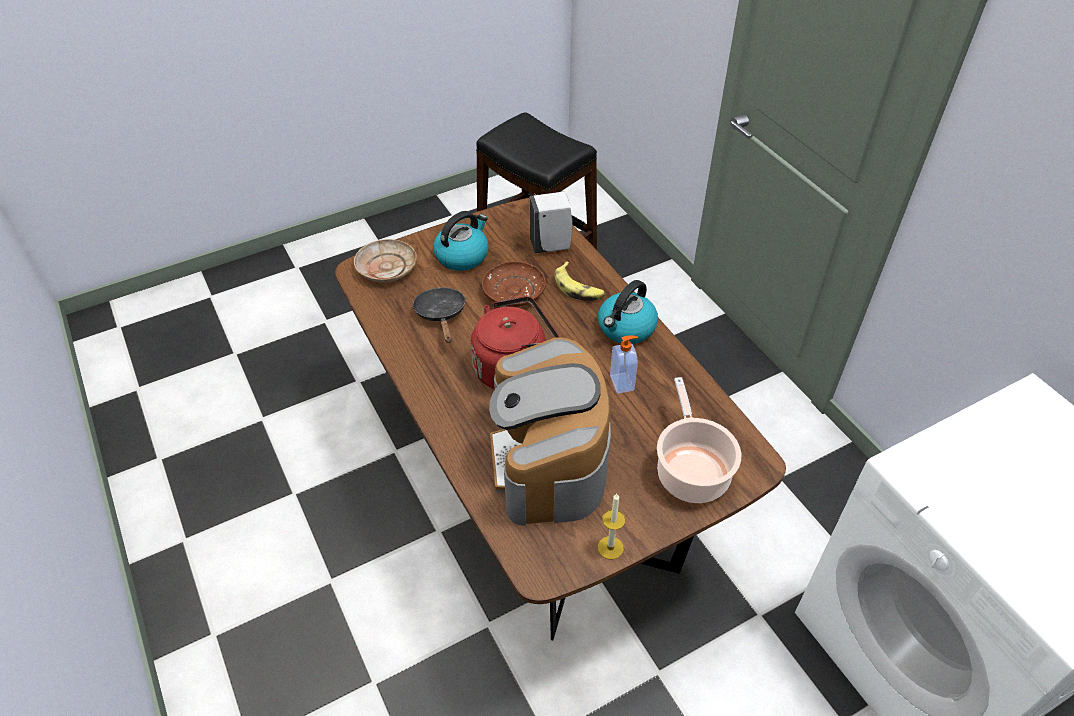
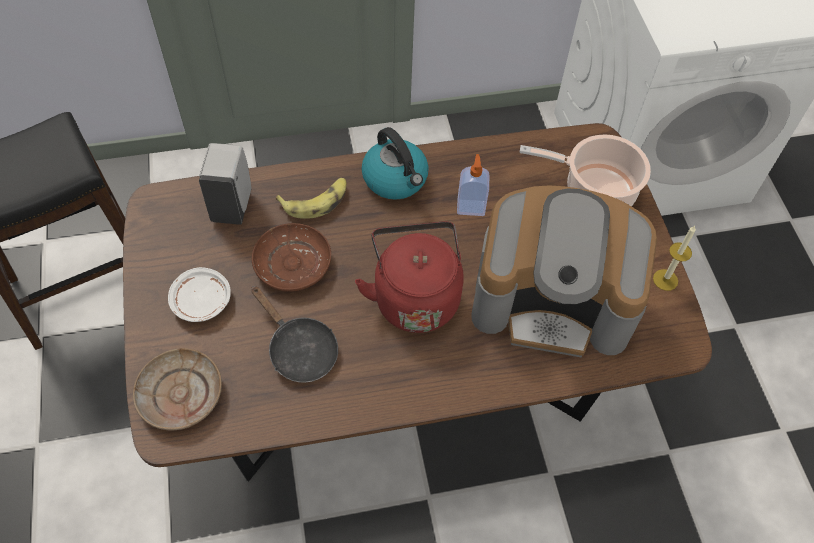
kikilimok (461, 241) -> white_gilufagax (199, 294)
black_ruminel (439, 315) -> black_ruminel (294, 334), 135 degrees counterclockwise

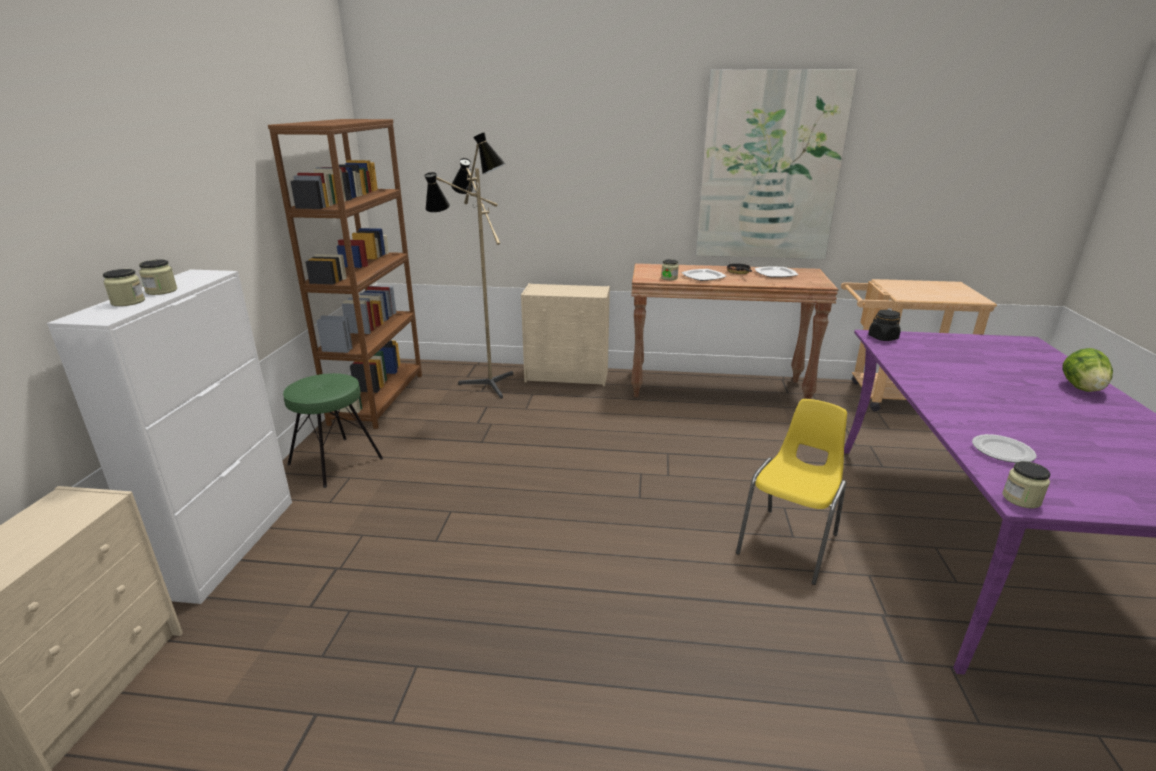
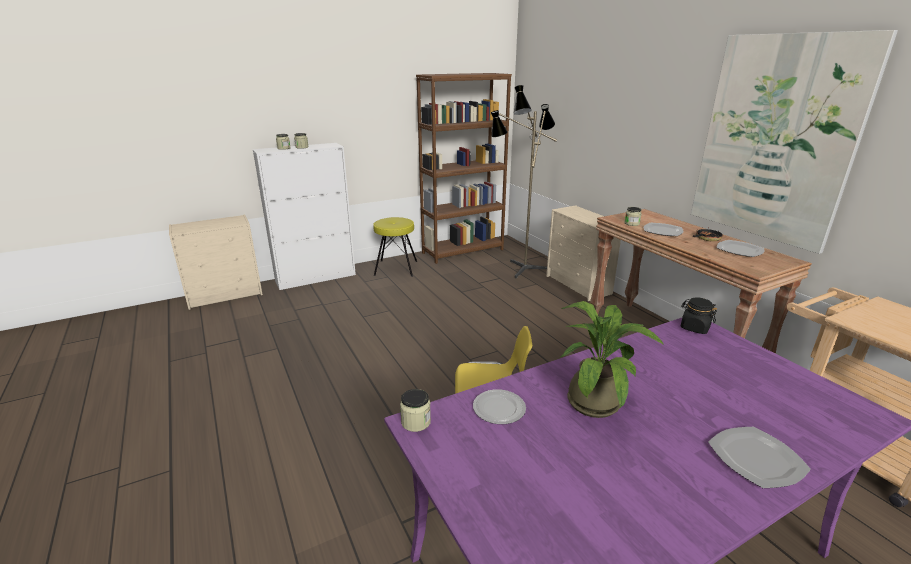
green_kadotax (333, 430) -> yellow_kadotax (395, 247)
none -> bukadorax (612, 359)
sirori (1087, 370) -> gilufagax (759, 457)

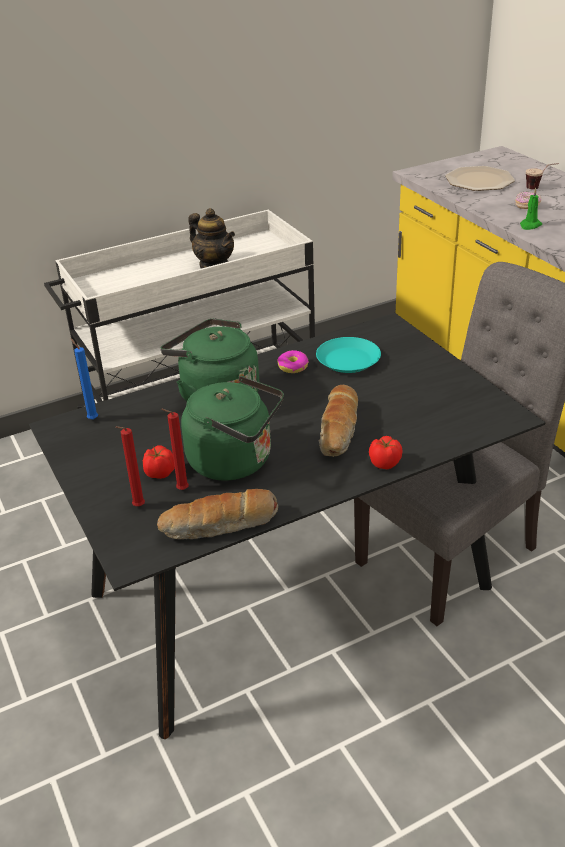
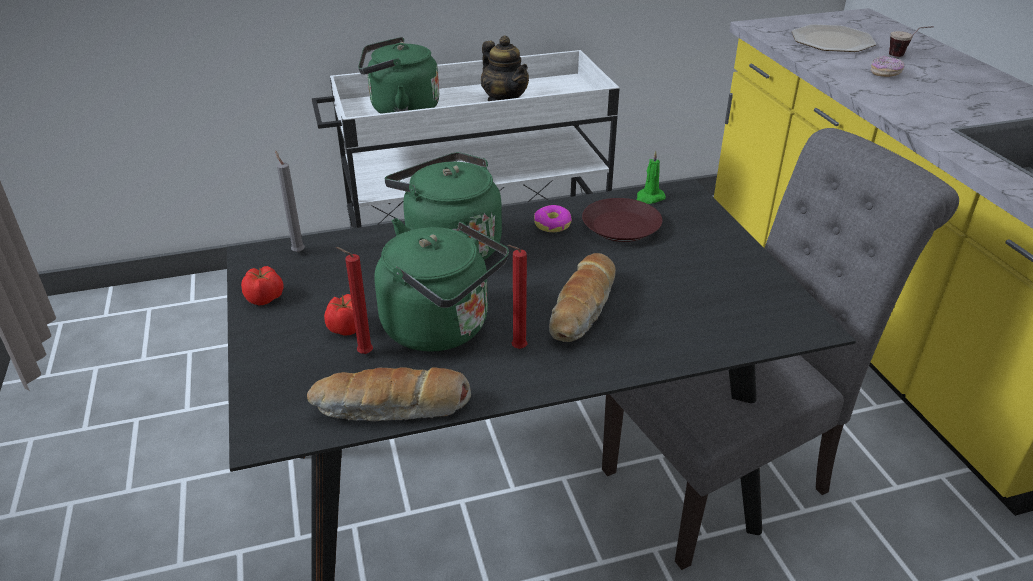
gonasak (385, 452) -> gonasak (262, 285), move
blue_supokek (84, 379) -> grey_supokek (290, 201)
none -> green_kikilimok (398, 75)
red_supokek (130, 466) -> red_supokek (517, 297), move
turquoise_gilufagax (348, 355) -> brown_gilufagax (622, 220)
green_supokek (531, 209) -> green_supokek (651, 177), move

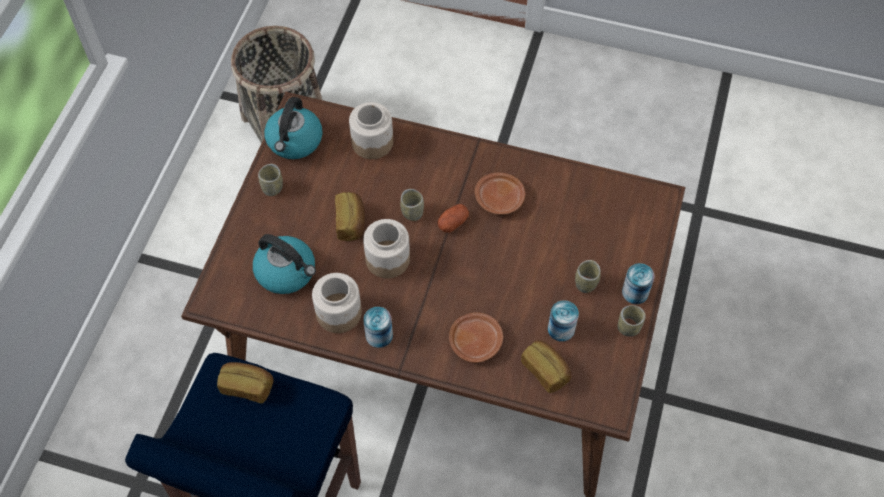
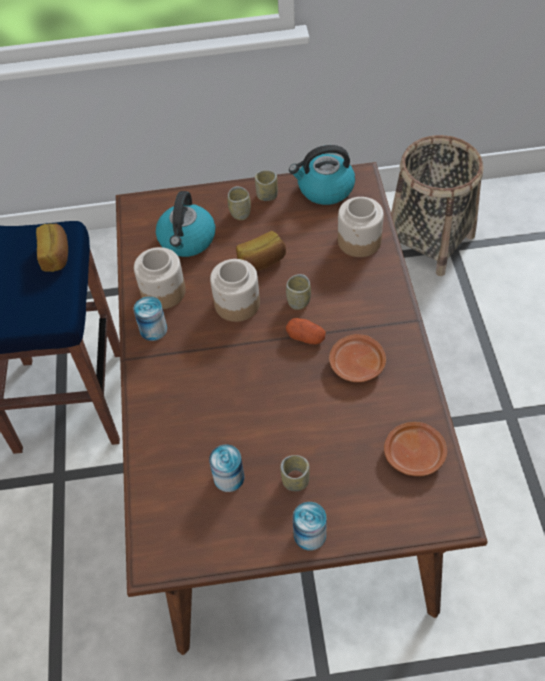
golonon (632, 320) -> golonon (239, 203), move
brown_gilufagax (476, 337) -> brown_gilufagax (415, 449), move
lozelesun (546, 366) -> none

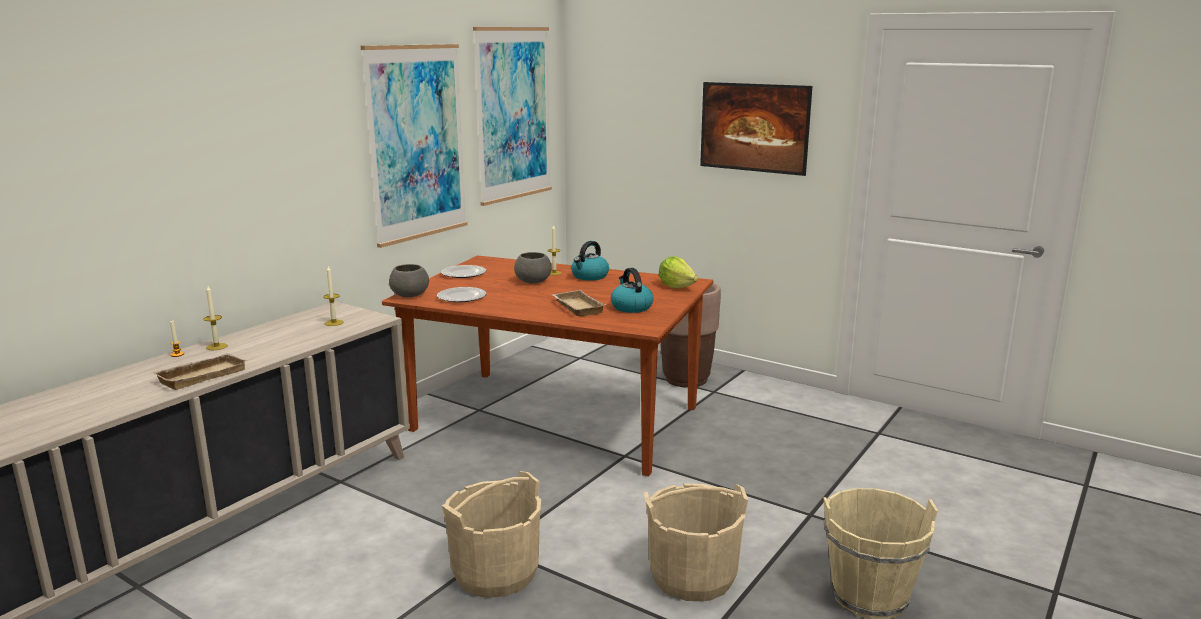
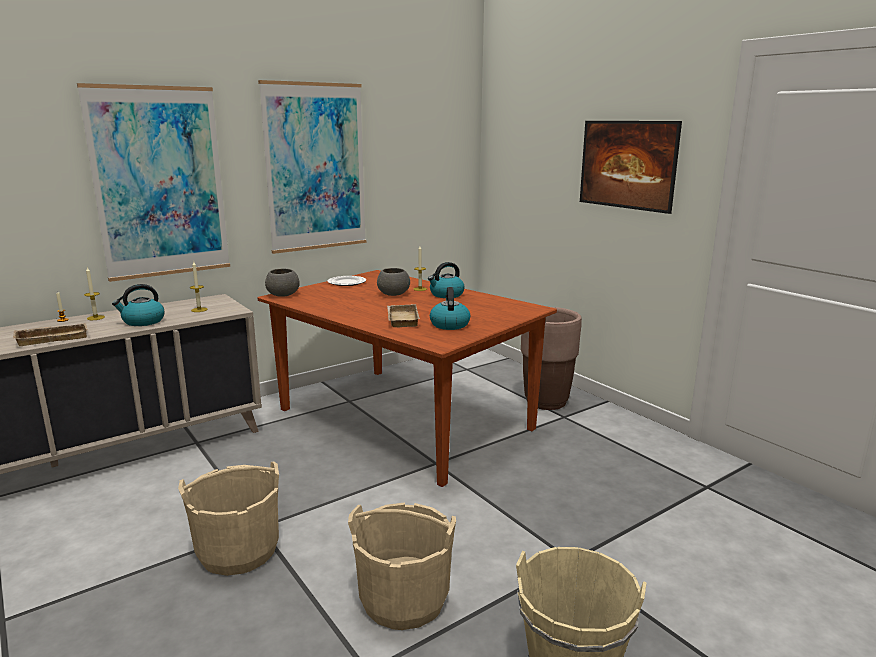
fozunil (512, 116) -> fozunil (153, 182), move
none -> kikilimok (138, 305)
gilufagax (461, 294) -> none
sirori (678, 273) -> none

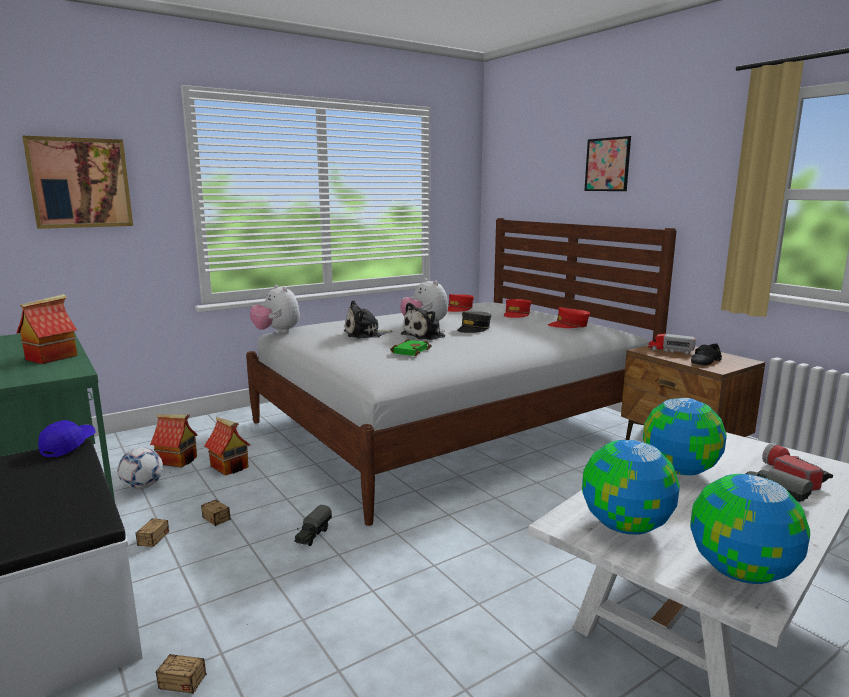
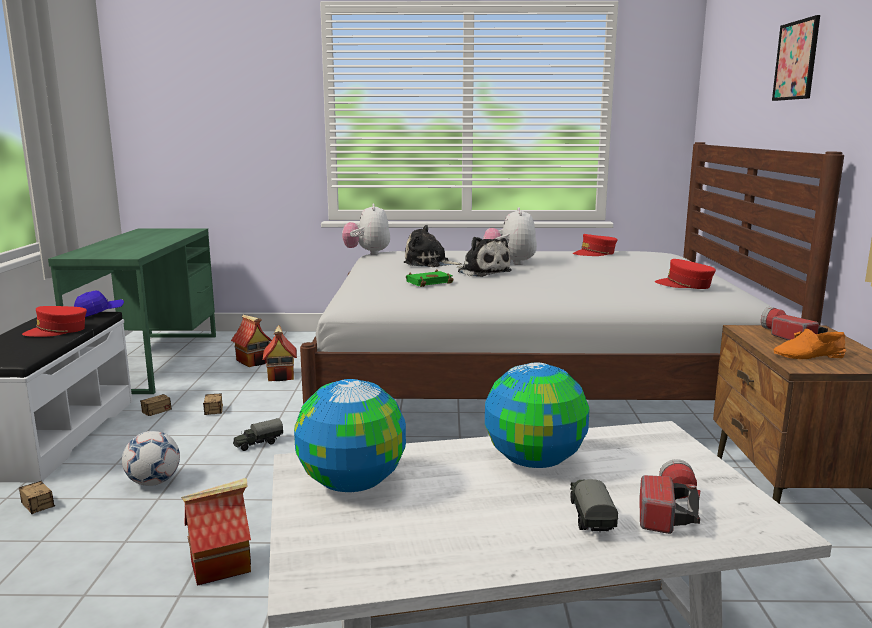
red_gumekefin (517, 308) -> red_gumekefin (54, 321), move
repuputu (140, 468) -> repuputu (151, 458), move
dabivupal (47, 329) -> dabivupal (216, 532), move
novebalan (423, 321) -> novebalan (484, 257), 120 degrees counterclockwise
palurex (672, 344) -> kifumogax (794, 323)
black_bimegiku (706, 354) -> orange_bimegiku (810, 344)
fozunil (77, 182) -> none
grey_gumekefin (474, 322) -> none
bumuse (750, 529) -> none

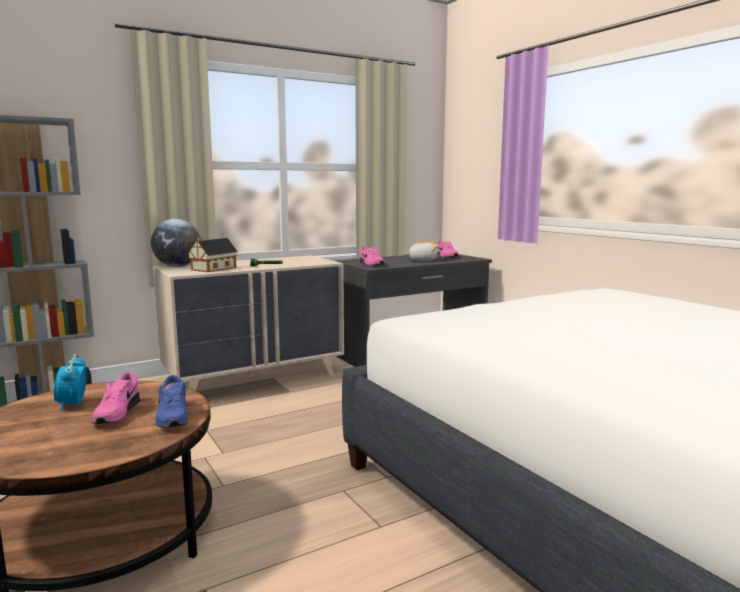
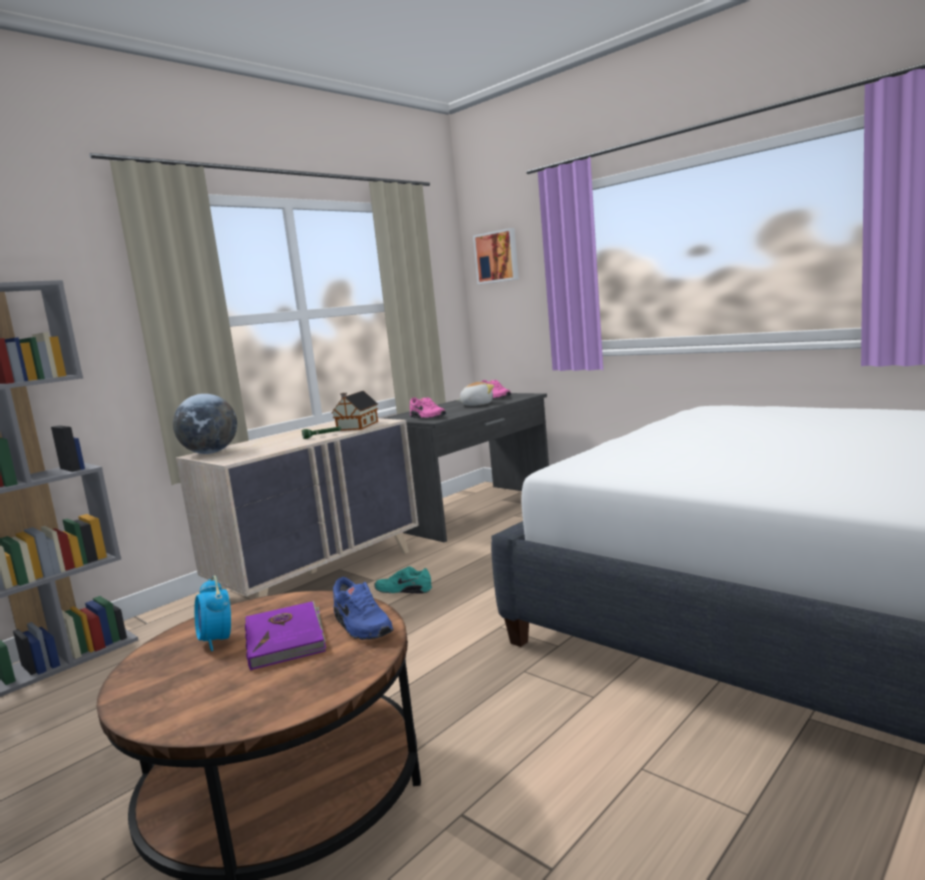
pink_bimegiku (115, 398) -> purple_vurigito (285, 635)
dabivupal (213, 254) -> dabivupal (355, 411), move
none -> turquoise_bimegiku (403, 579)
none -> fozunil (496, 256)

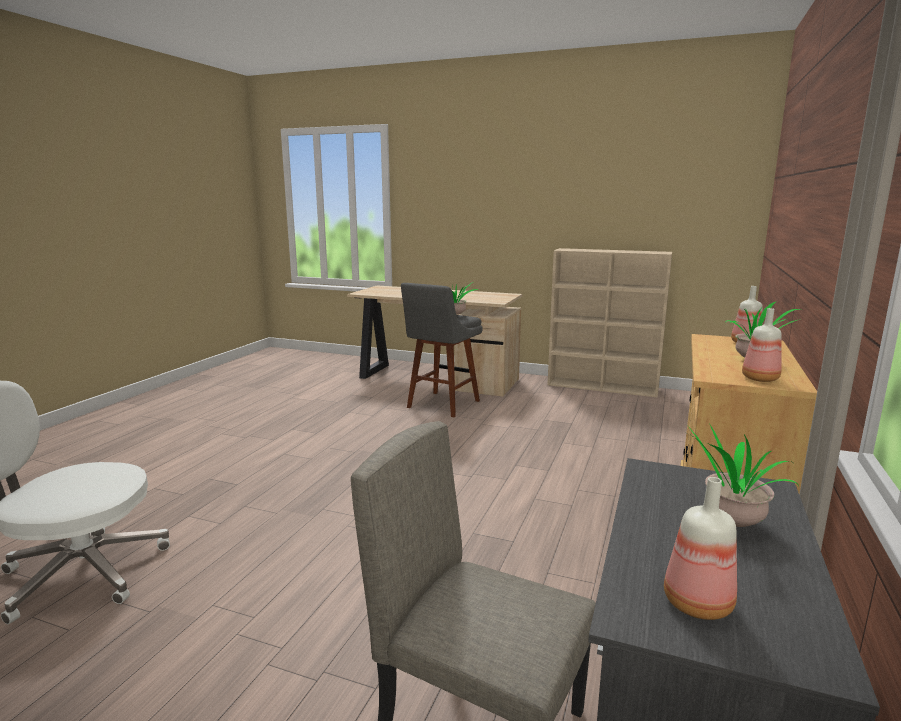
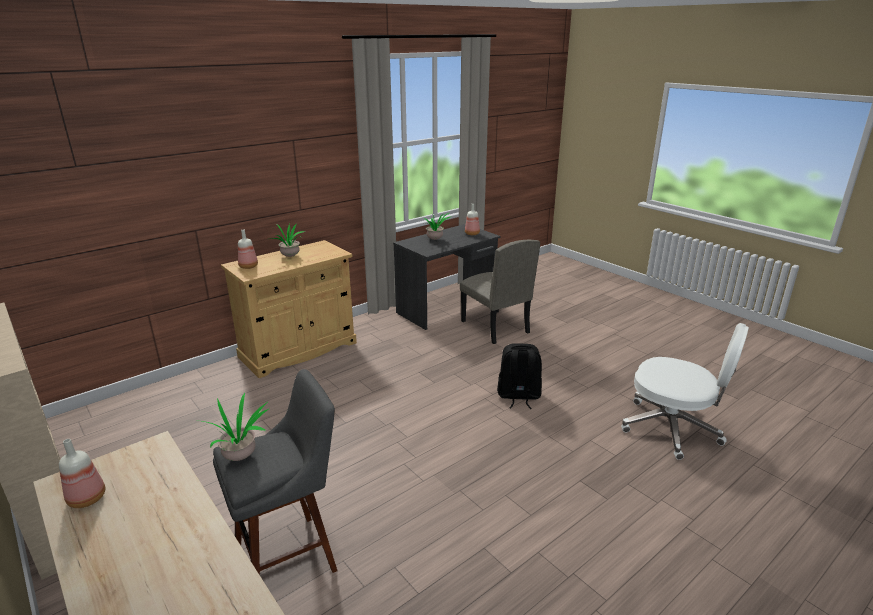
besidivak (762, 345) -> besidivak (82, 473), move
none -> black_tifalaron (519, 376)

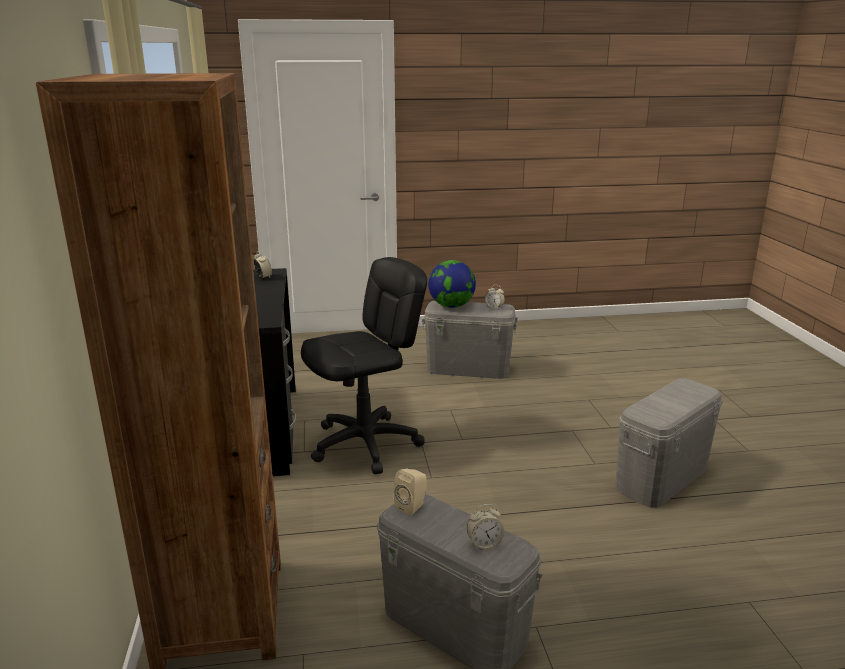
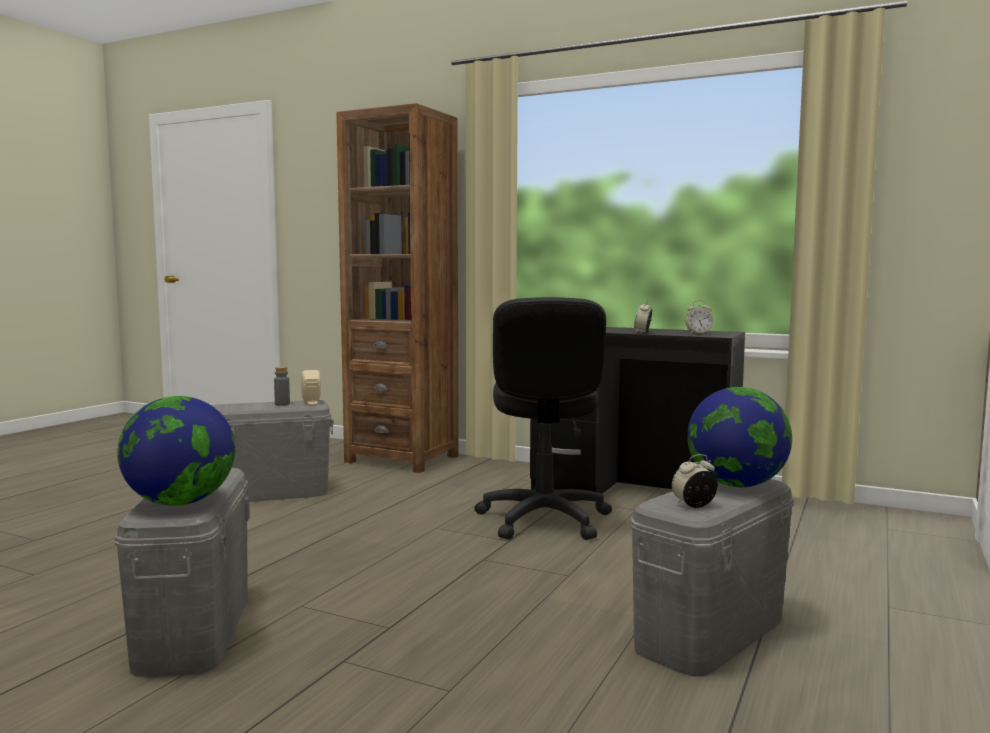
none -> bumuse (176, 451)
none -> grey_besidivak (282, 386)
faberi (485, 527) -> faberi (643, 316), move

